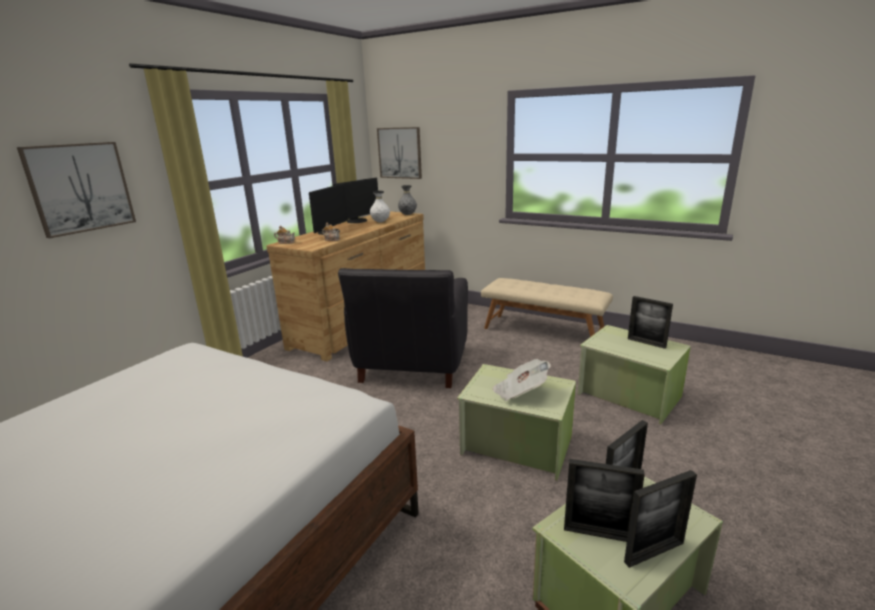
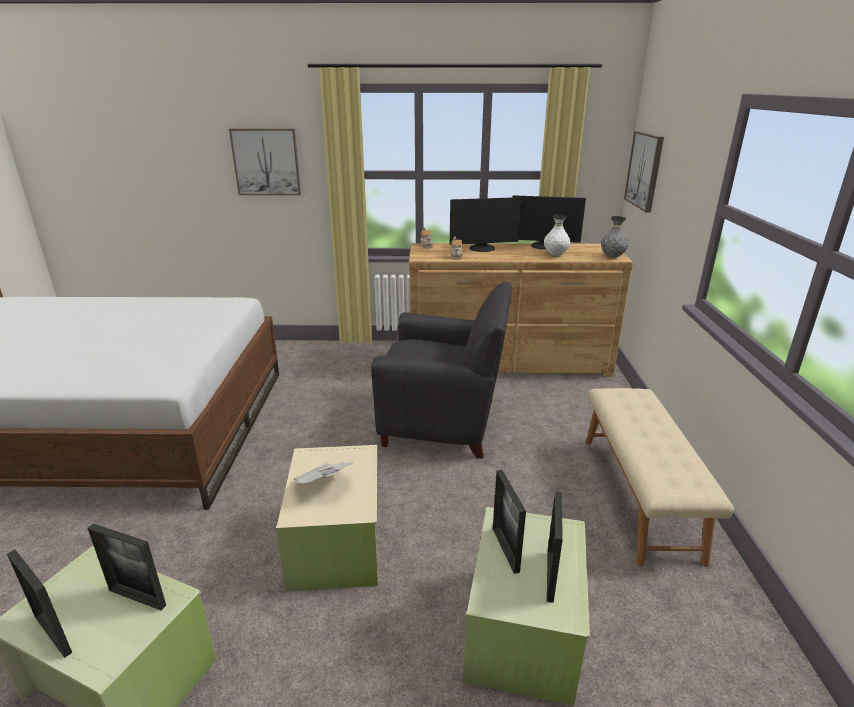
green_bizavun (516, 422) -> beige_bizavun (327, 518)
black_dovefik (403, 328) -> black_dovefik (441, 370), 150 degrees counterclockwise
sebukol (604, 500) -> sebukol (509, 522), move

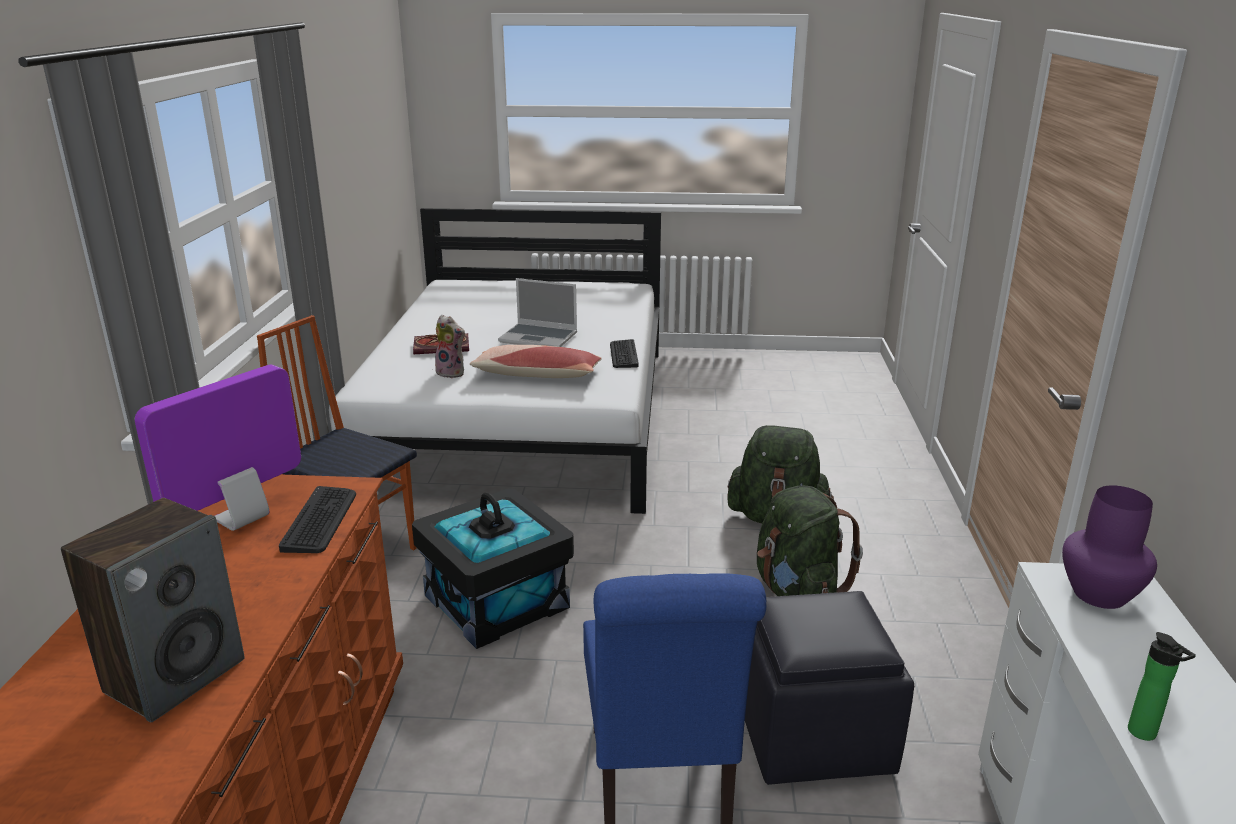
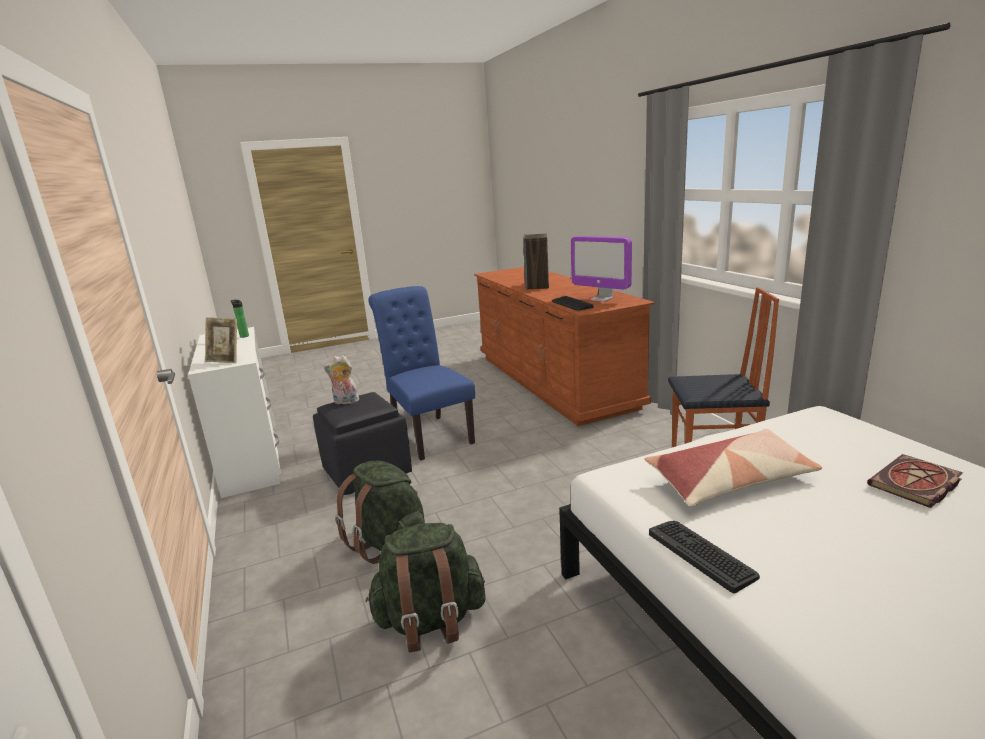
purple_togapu (1109, 547) -> sebukol (221, 340)
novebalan (449, 346) -> novebalan (341, 379), move
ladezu (218, 448) -> ladezu (601, 269), 120 degrees clockwise
black_bizavun (493, 568) -> none
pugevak (537, 312) -> none

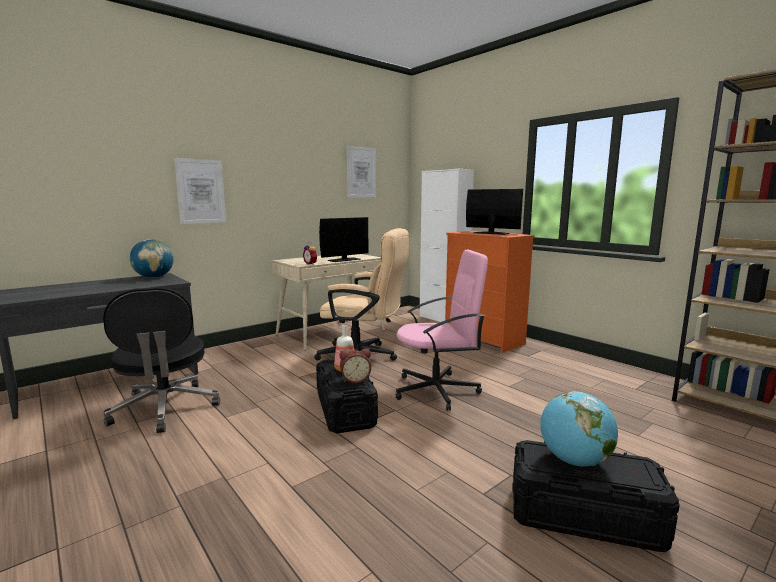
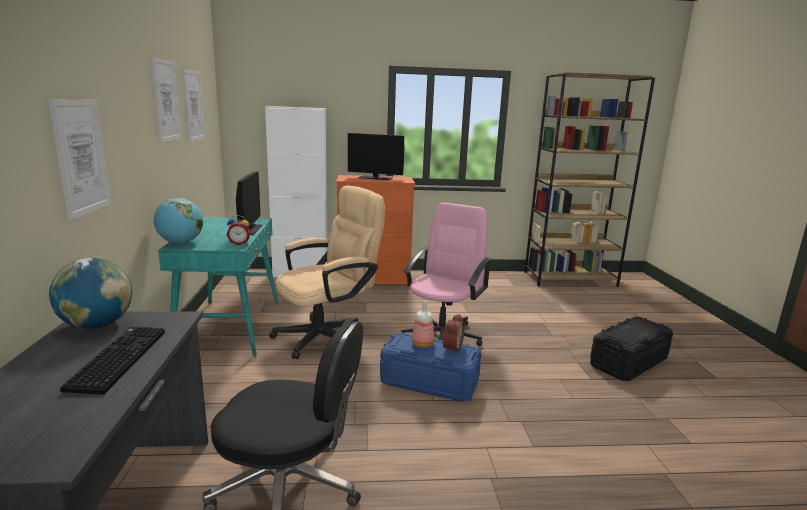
none -> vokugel (112, 361)
none -> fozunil (165, 100)
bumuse (579, 428) -> bumuse (178, 221), move
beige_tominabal (328, 302) -> turquoise_tominabal (218, 286)
ladezu (494, 212) -> ladezu (376, 156), 150 degrees counterclockwise
black_bizavun (347, 396) -> blue_bizavun (431, 367)

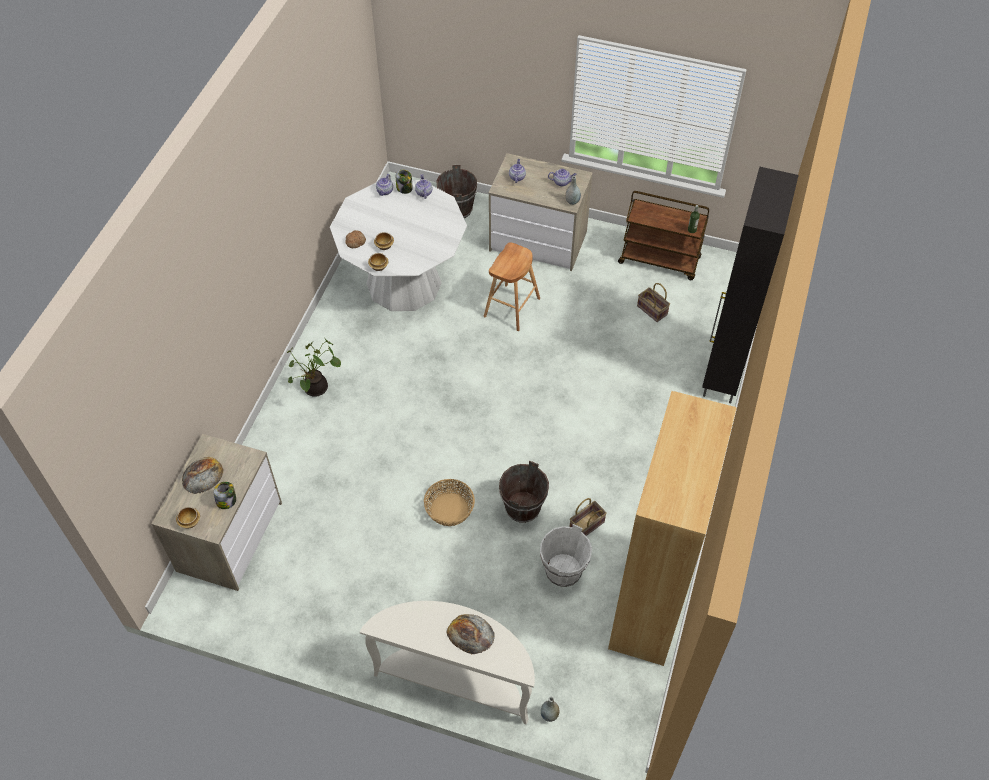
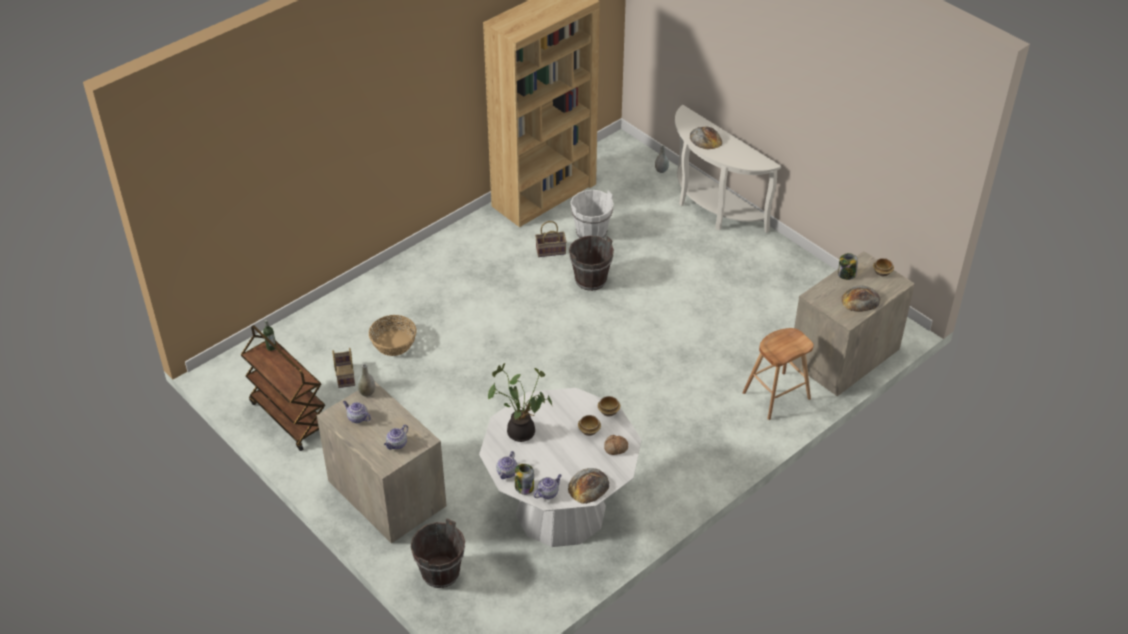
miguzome (449, 502) -> miguzome (393, 335), move
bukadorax (313, 367) -> bukadorax (520, 402), move
none -> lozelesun (588, 486)
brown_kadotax (512, 286) -> brown_kadotax (778, 374), move
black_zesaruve (750, 285) -> none

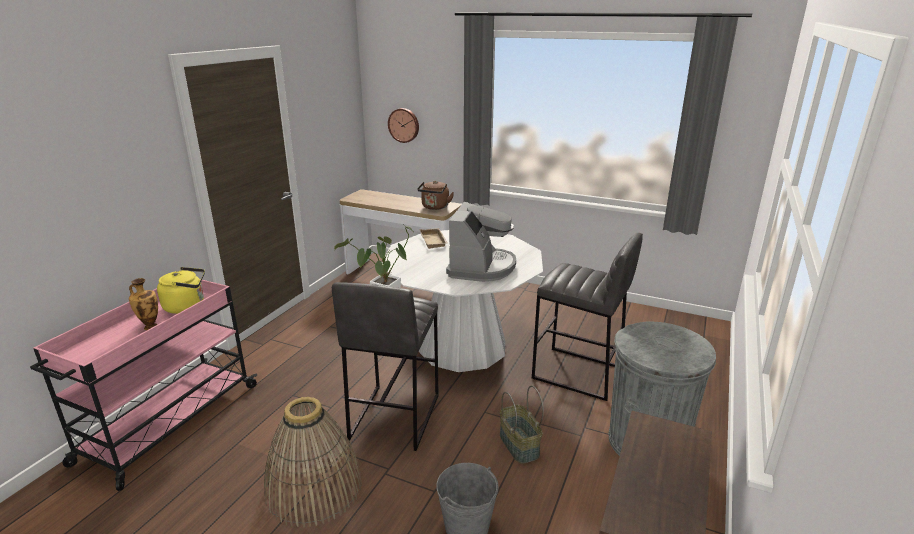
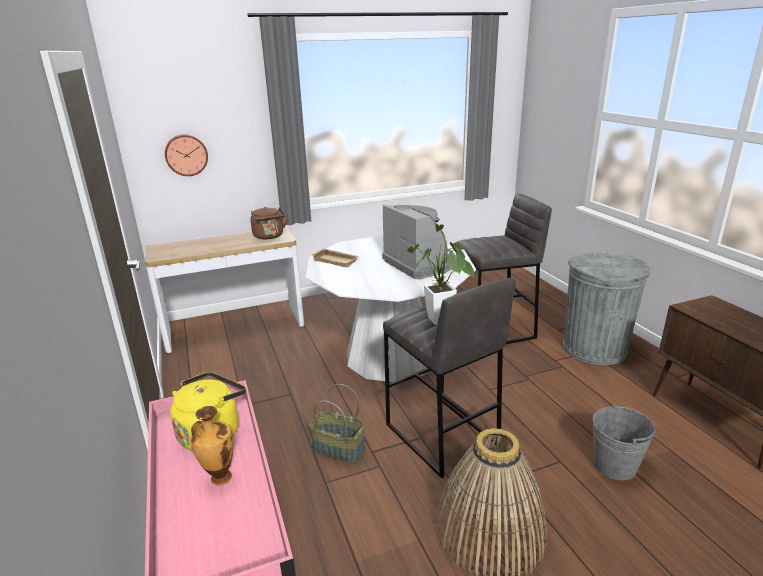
miguzome (522, 424) -> miguzome (336, 423), move

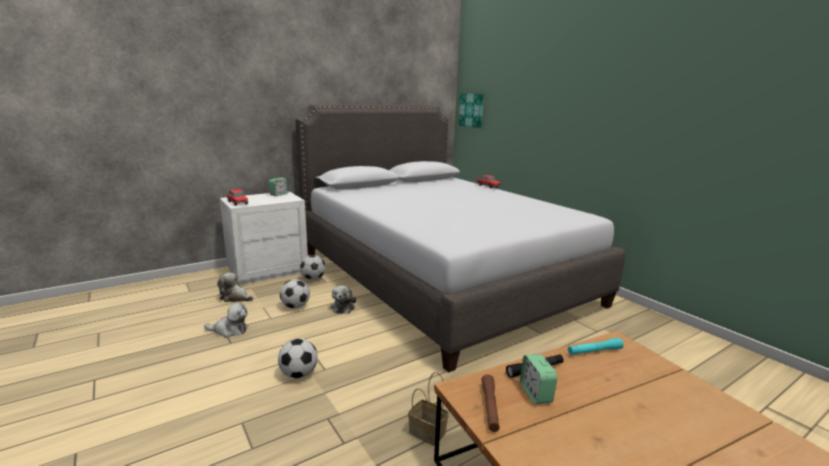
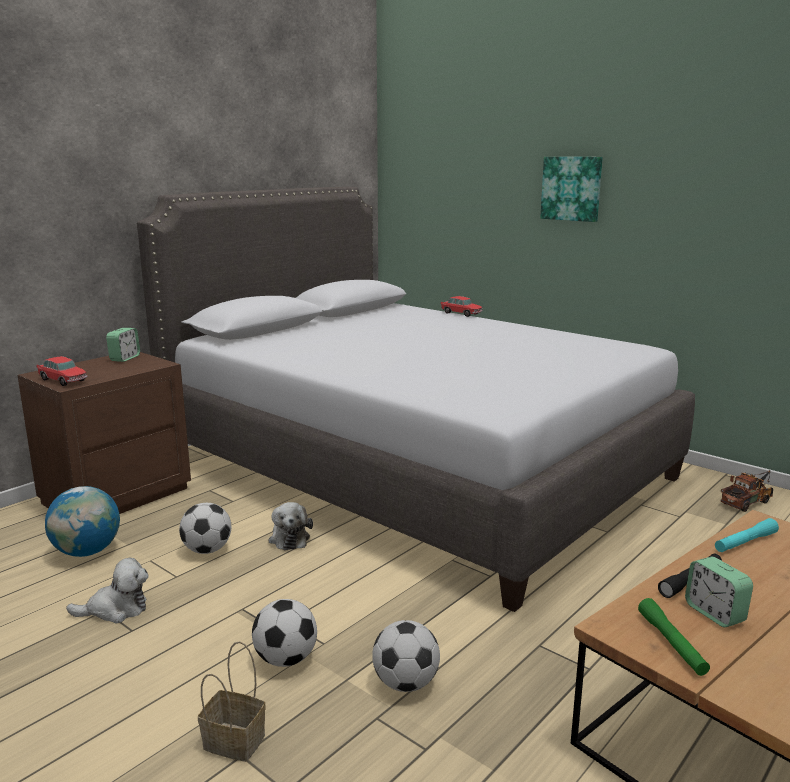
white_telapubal (264, 238) -> brown_telapubal (104, 433)
novebalan (235, 287) -> bumuse (82, 521)
miguzome (428, 409) -> miguzome (232, 701), move
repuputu (313, 267) -> repuputu (406, 656), move
fozunil (471, 110) -> fozunil (571, 189), move
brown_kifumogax (491, 403) -> green_kifumogax (674, 637)
none -> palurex (747, 491)

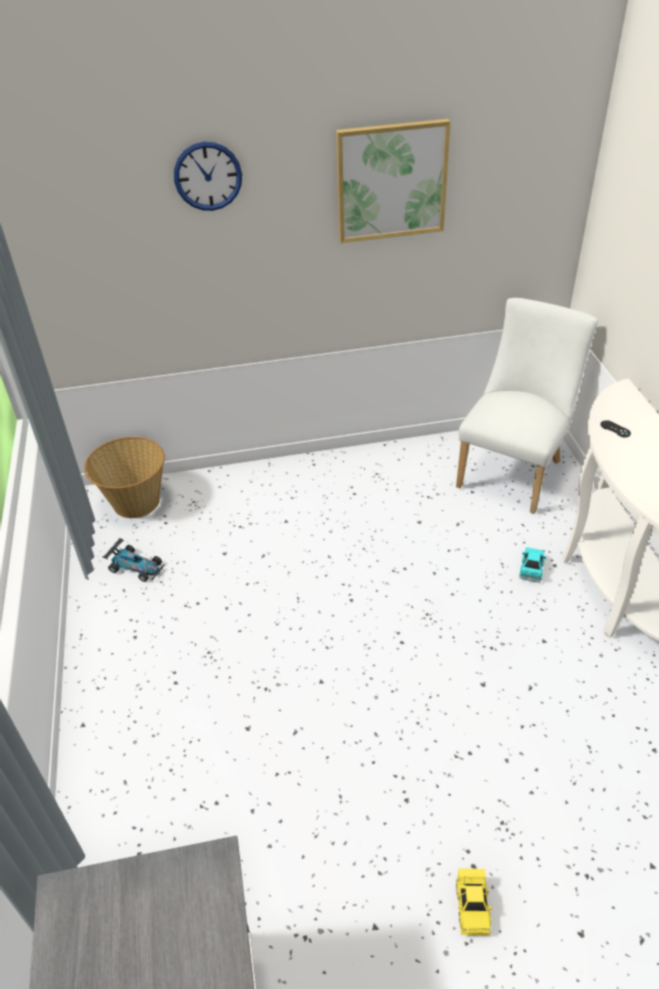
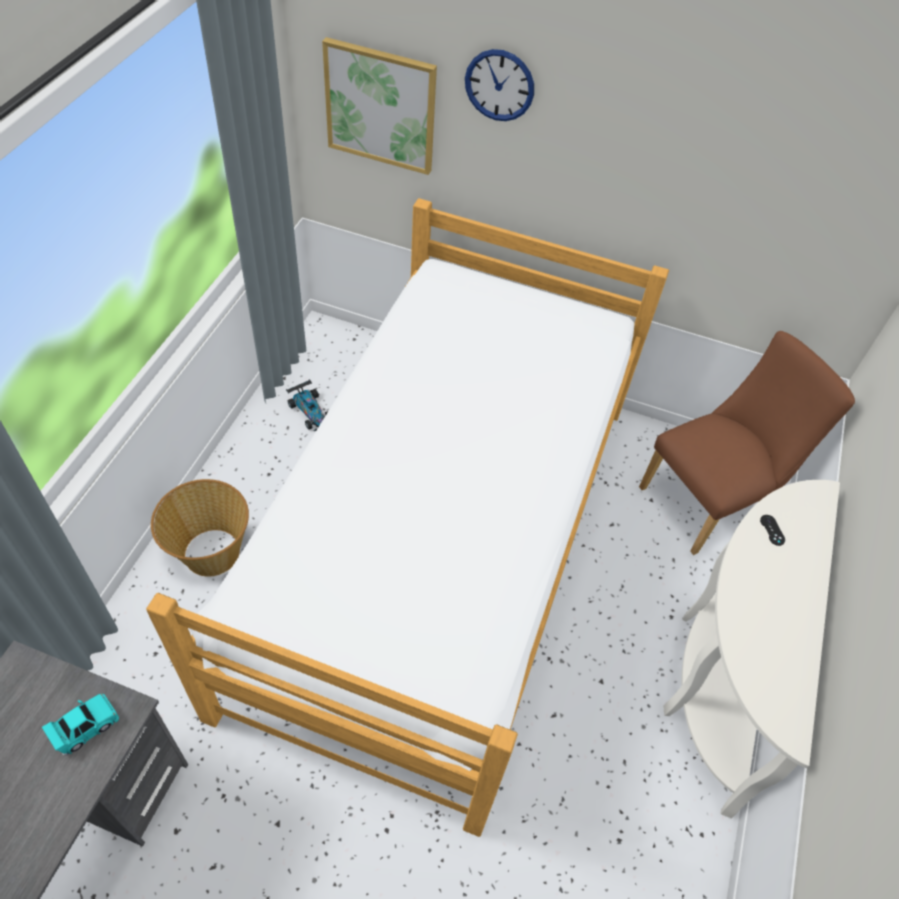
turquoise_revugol (533, 564) -> turquoise_revugol (80, 725), move
none -> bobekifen (407, 517)
miguzome (124, 477) -> miguzome (200, 528), move
fozunil (393, 181) -> fozunil (379, 106), move
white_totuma (527, 406) -> brown_totuma (747, 443)
yellow_revugol (474, 902) -> none

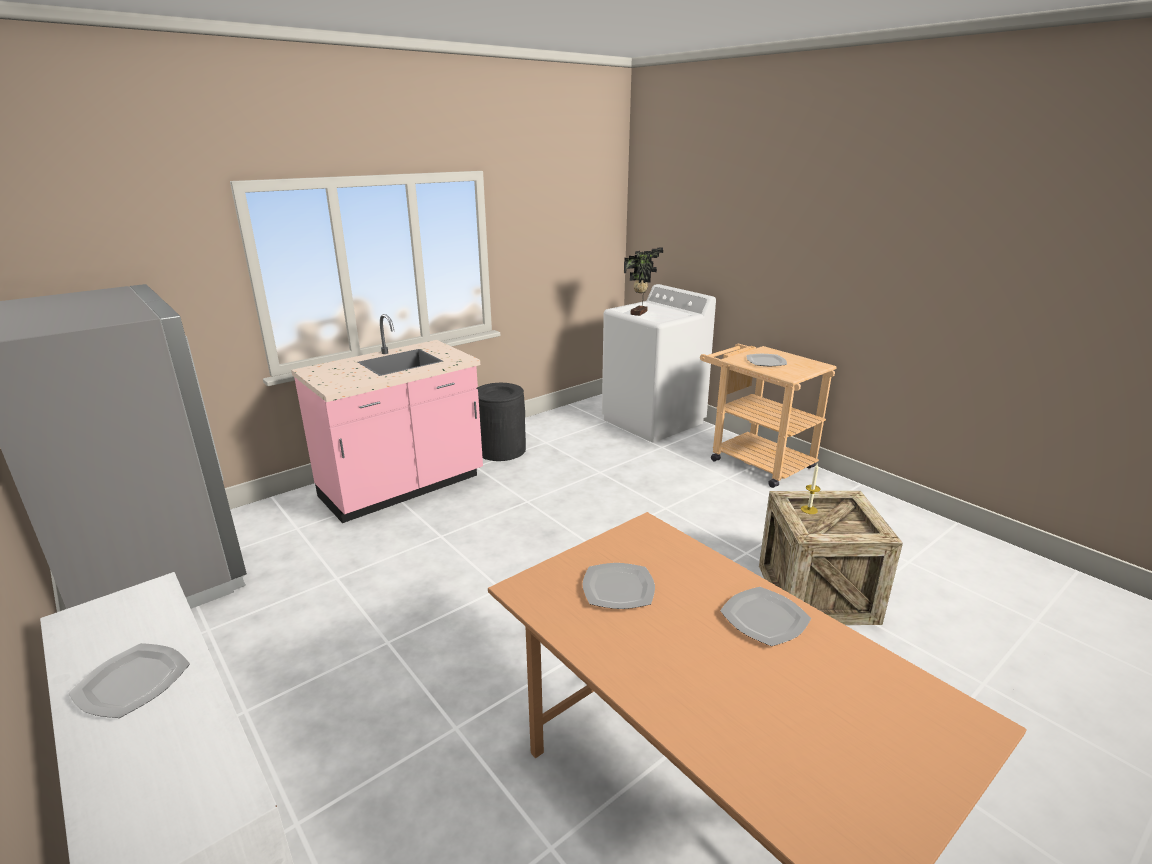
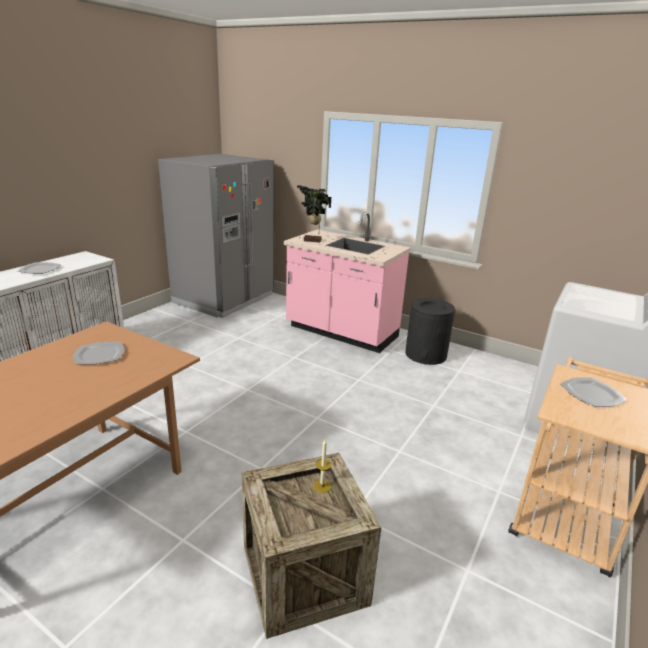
bukadorax (644, 281) -> bukadorax (314, 213), move
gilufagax (765, 616) -> none

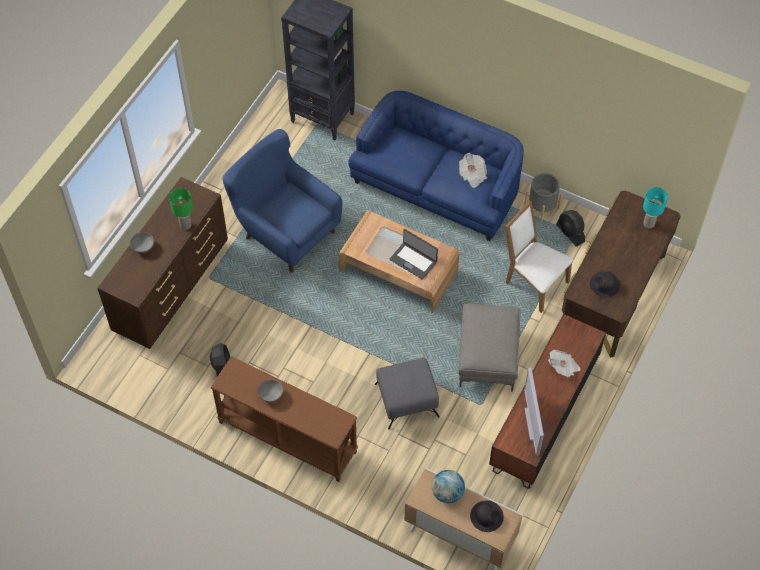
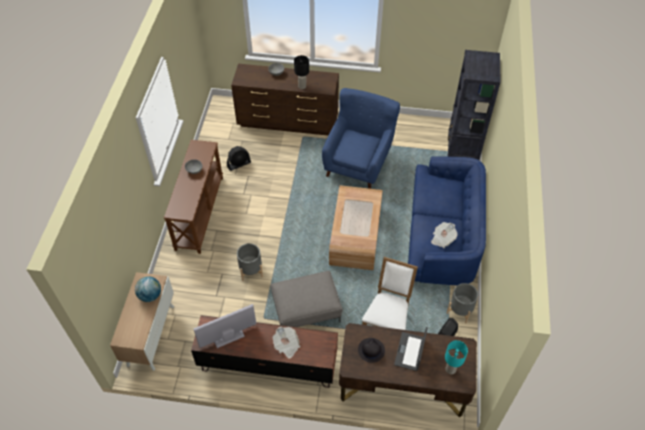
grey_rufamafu (407, 393) -> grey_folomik (250, 262)
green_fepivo (181, 209) -> black_fepivo (301, 72)
pugevak (413, 254) -> pugevak (411, 349), move
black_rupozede (487, 516) -> none

